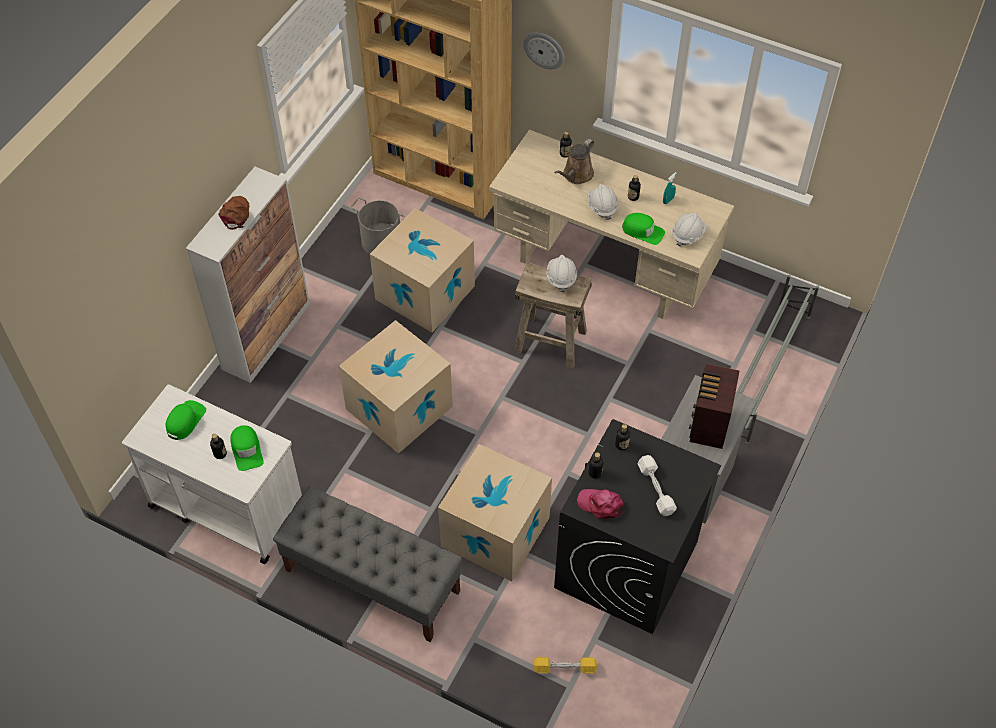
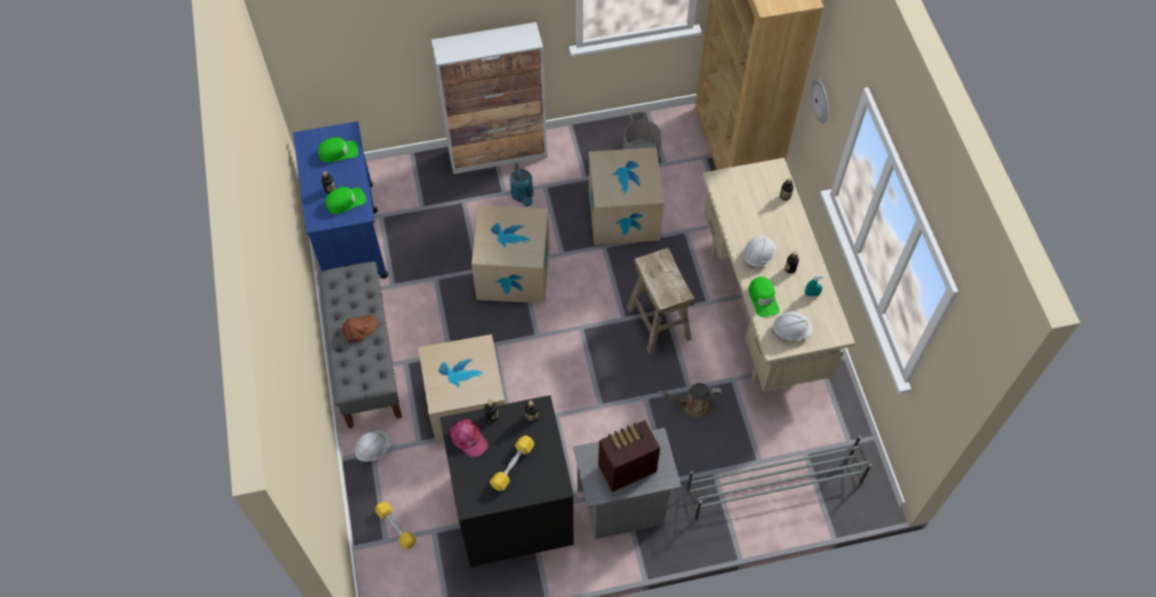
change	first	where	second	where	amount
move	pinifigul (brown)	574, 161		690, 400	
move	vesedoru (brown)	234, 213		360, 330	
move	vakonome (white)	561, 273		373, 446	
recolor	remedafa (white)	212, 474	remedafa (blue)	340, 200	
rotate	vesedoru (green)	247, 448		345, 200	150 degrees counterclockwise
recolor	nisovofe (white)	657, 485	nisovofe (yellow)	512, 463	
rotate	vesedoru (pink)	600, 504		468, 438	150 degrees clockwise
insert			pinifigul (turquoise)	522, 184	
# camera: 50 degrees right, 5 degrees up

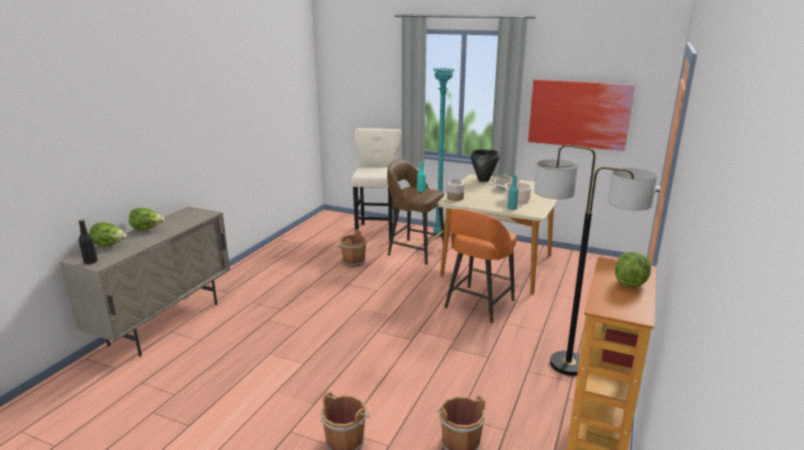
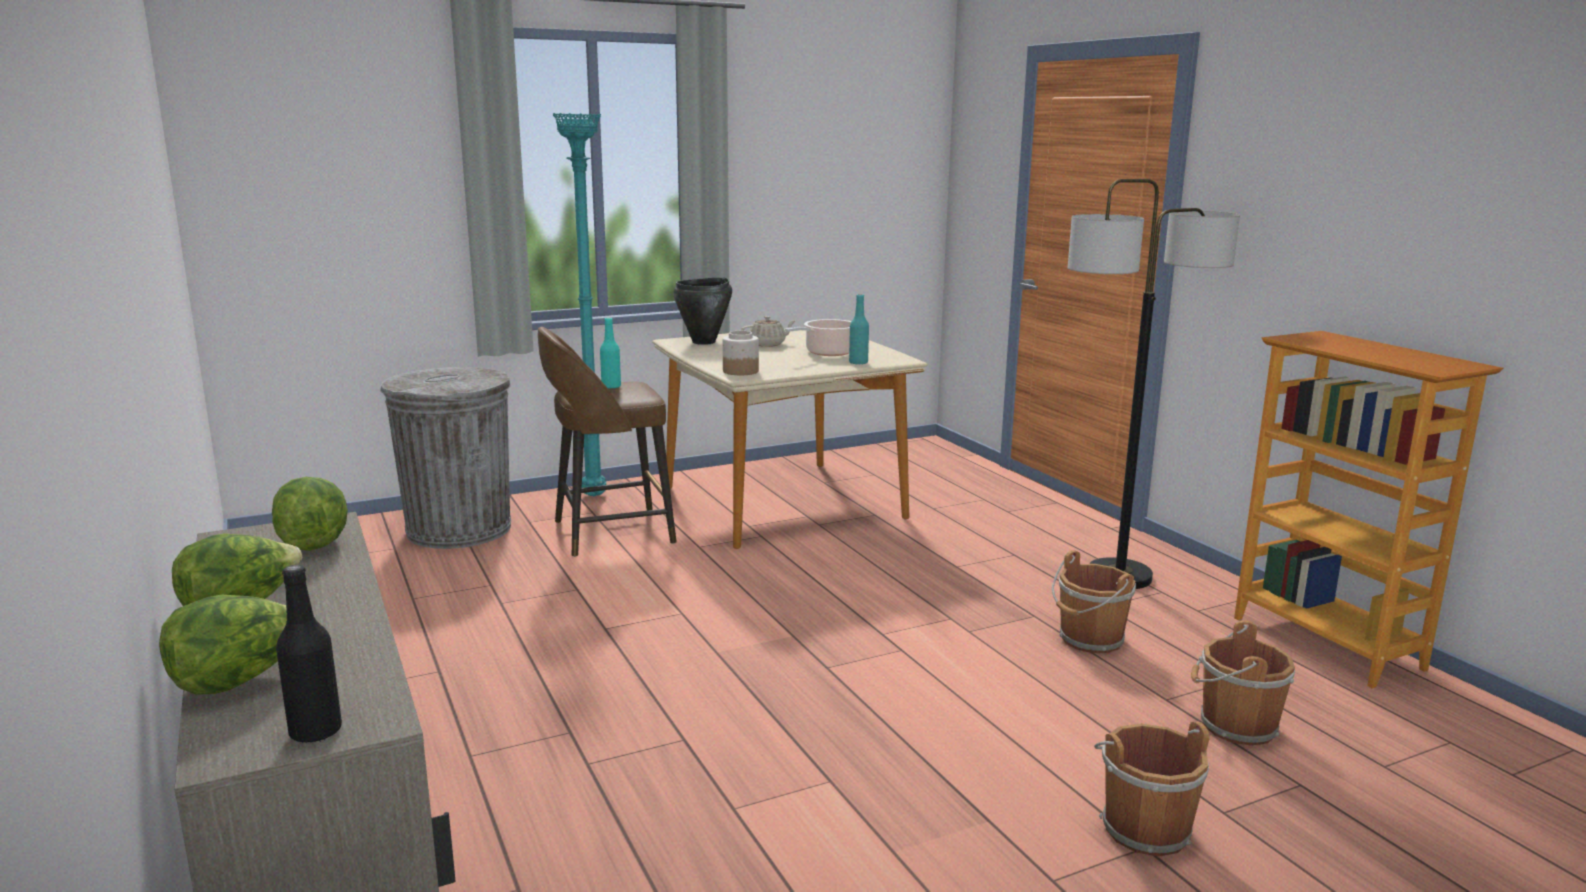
change	first	where	second	where	amount
delete	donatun	581, 115			
replace	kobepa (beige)	376, 185	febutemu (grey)	445, 458	
delete	kobepa (orange)	480, 266			
move	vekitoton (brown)	352, 248		1094, 601	
move	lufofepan	633, 269		310, 514	
# camera: 50 degrees left, 5 degrees down

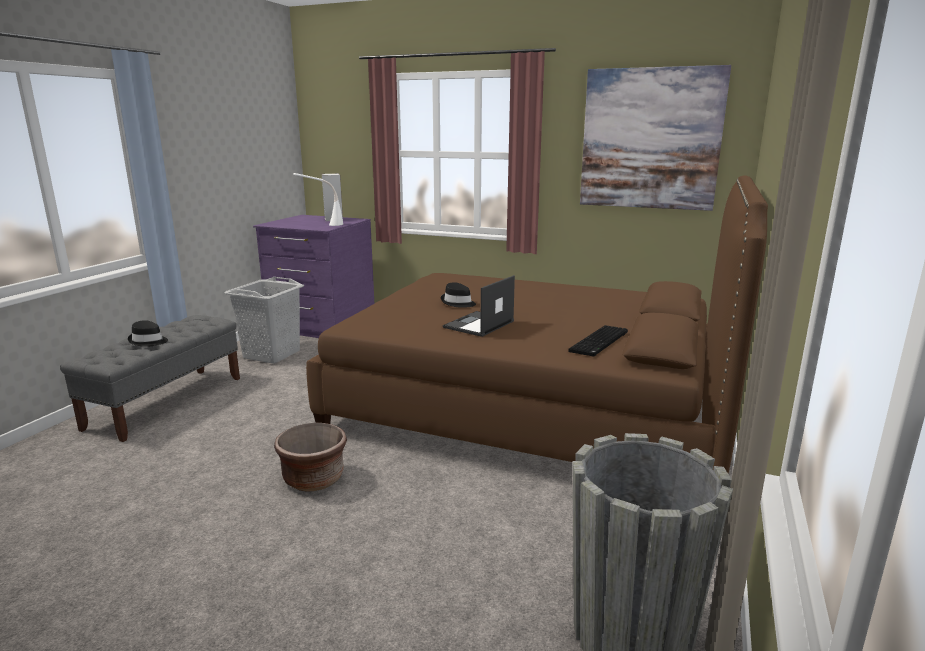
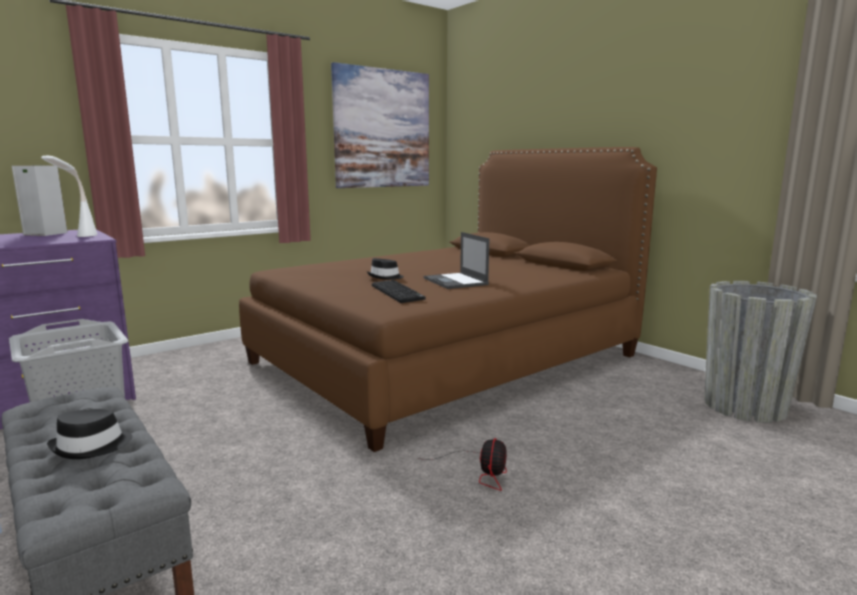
change	first	where	second	where	amount
move	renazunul	598, 341		398, 291	
replace	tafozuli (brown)	310, 457	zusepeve	462, 464	
# camera: 60 degrees left, 5 degrees down

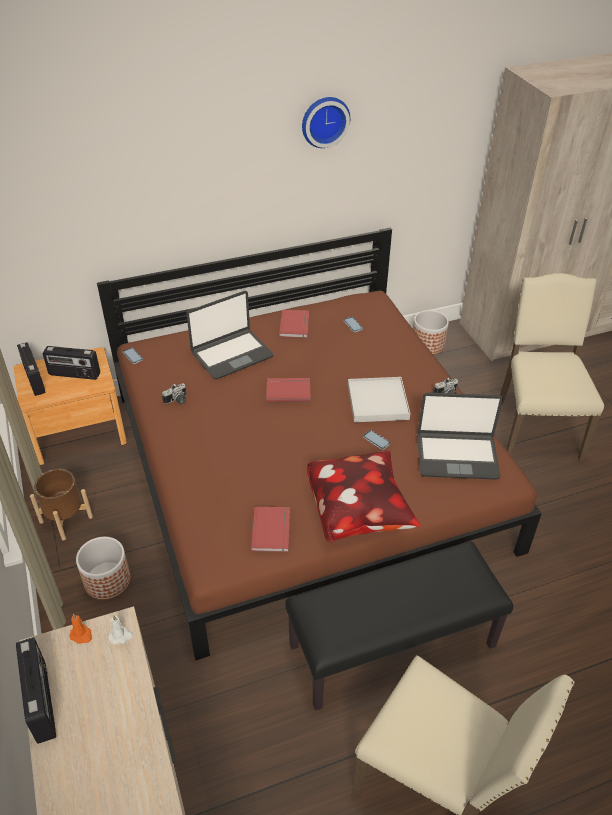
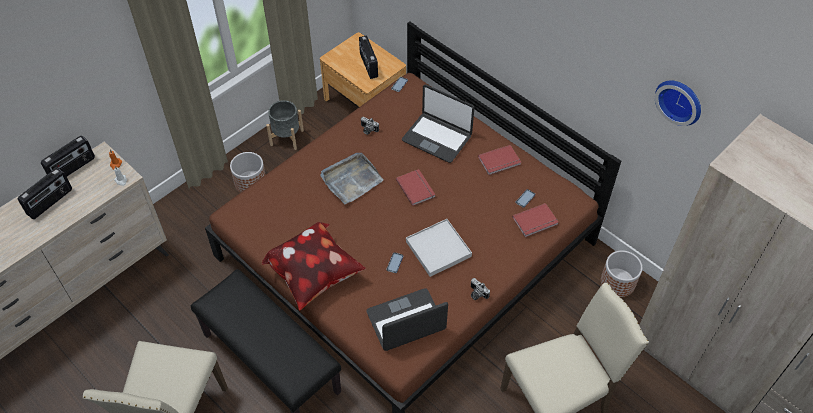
change	first	where	second	where	amount
move	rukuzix	326, 122		678, 103	
move	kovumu	31, 369		45, 193	
rotate	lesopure	460, 436		407, 319	90 degrees clockwise
recolor	tafozuli (brown)	61, 505	tafozuli (grey)	285, 125	
move	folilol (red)	270, 529		535, 220	
insert			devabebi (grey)	352, 178	
# camera: 65 degrees right, 10 degrees up

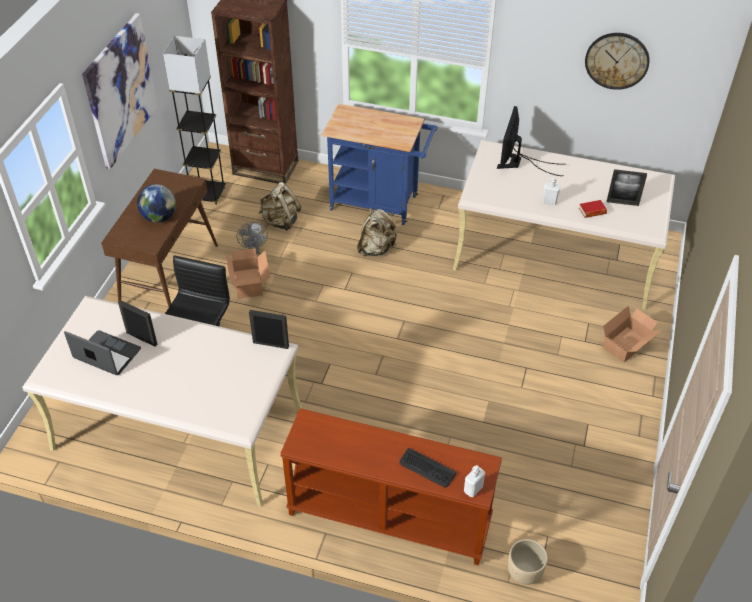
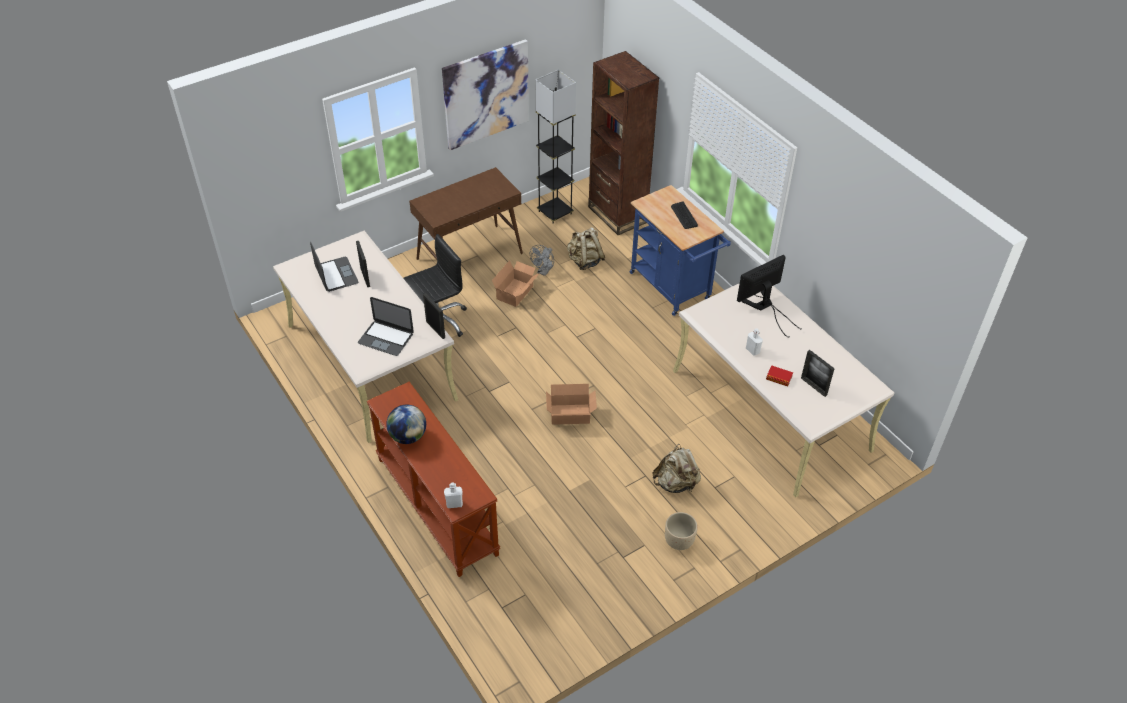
change	first	where	second	where	amount
delete	rukuzix	617, 61			
move	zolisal	156, 203		406, 424	
move	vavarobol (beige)	377, 232		676, 468	
move	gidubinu	632, 333		571, 404	
move	renazunul	427, 467		684, 215	
move	tafozuli (beige)	528, 562		681, 531	
insert			lesopure	386, 326	
# camera: 40 degrees right, 0 degrees up

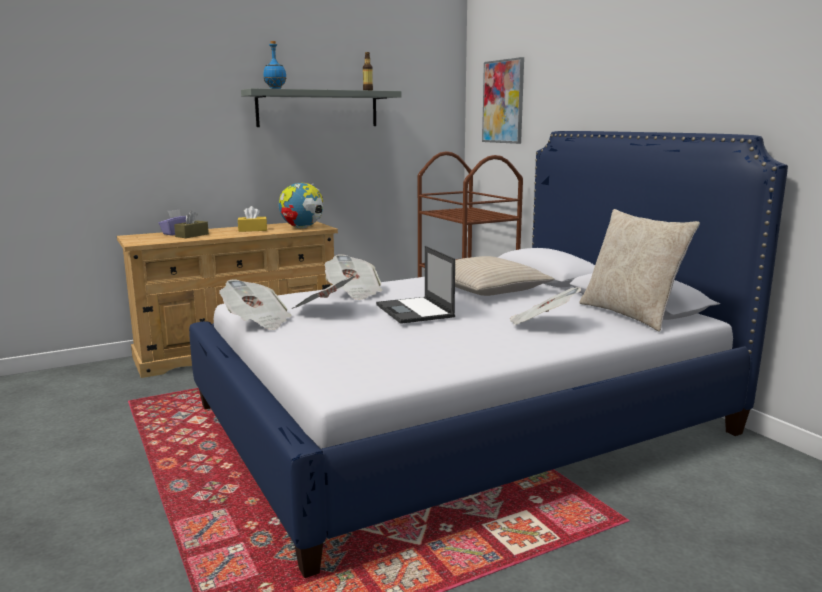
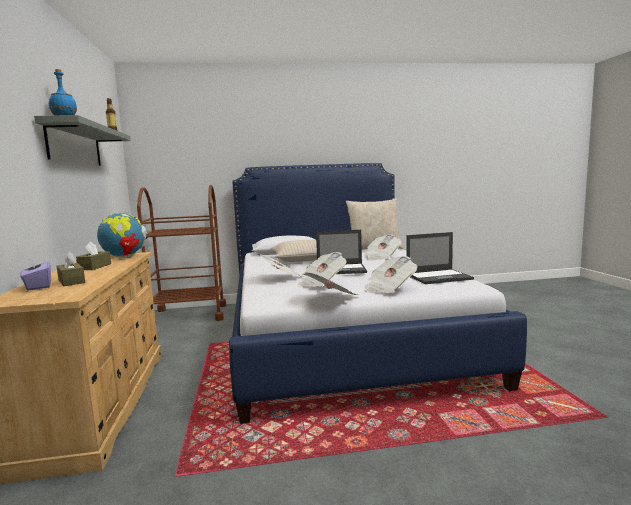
change	first	where	second	where	amount
delete	donatun	503, 100			
recolor	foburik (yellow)	252, 219	foburik (brown)	93, 255	
insert			lesopure	440, 258	
insert			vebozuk	390, 274	
# camera: 70 degrees left, 5 degrees down

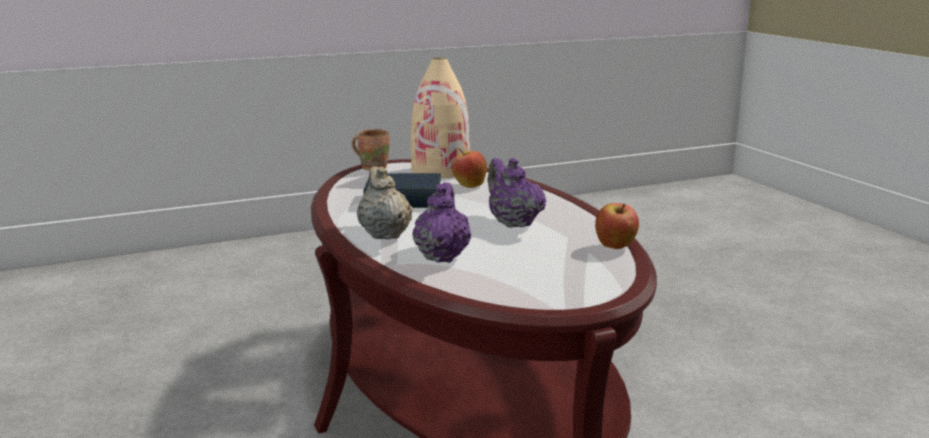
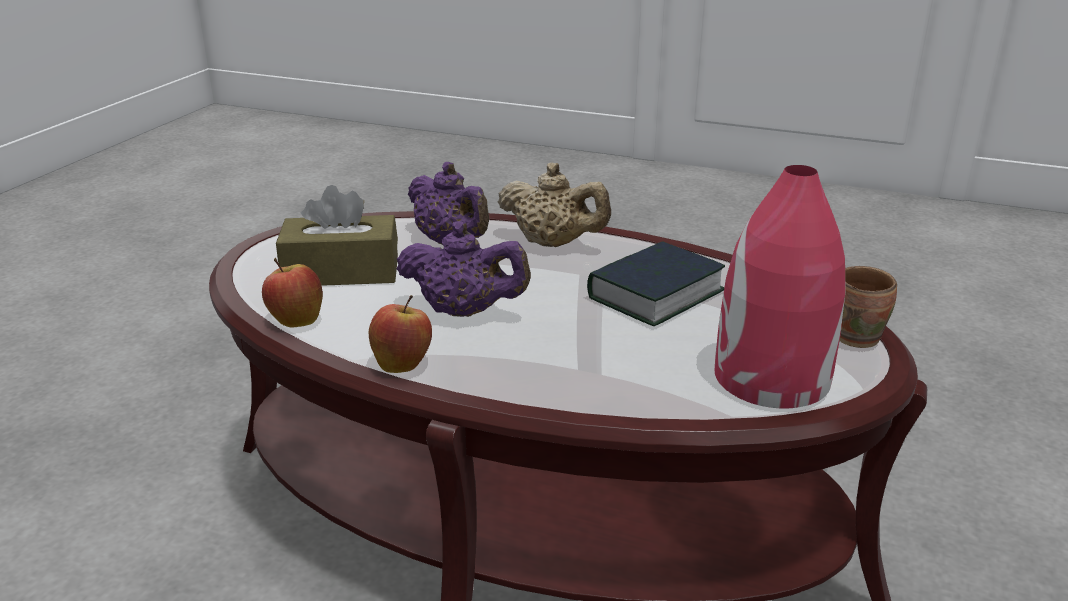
change	first	where	second	where	amount
recolor	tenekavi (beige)	440, 118	tenekavi (red)	780, 287	
move	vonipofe	469, 168		400, 334	
insert			foburik (brown)	337, 235	
# camera: 135 degrees right, 10 degrees up

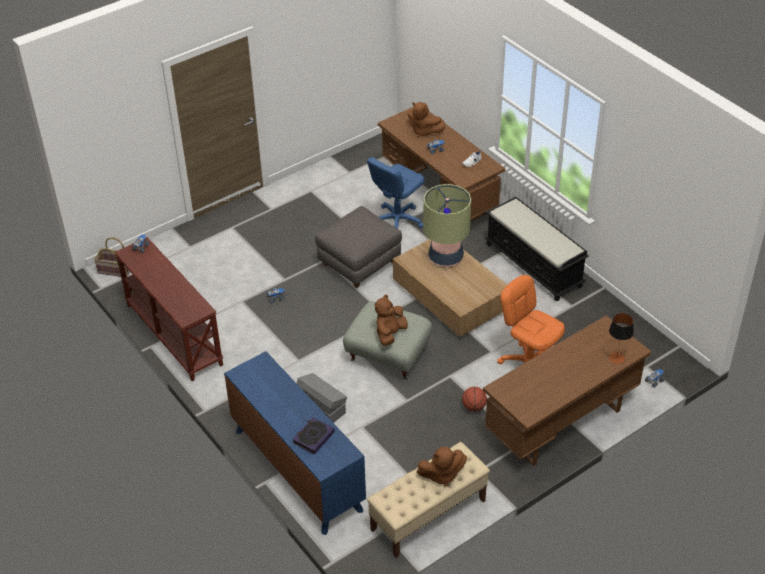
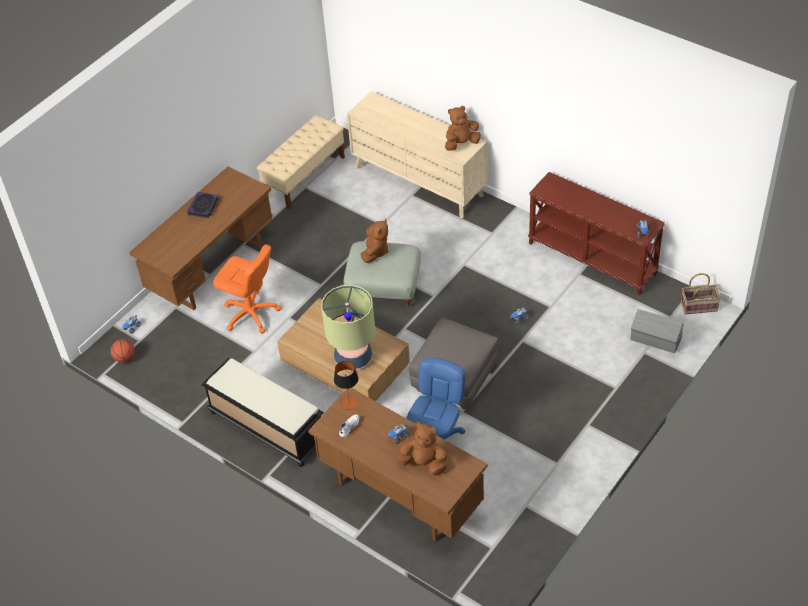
change	first	where	second	where	amount
move	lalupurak	621, 338		346, 385	
recolor	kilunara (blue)	295, 443	kilunara (beige)	417, 154	
move	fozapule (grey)	322, 398		656, 331	
move	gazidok	474, 399		123, 351	
move	folilol	313, 435		203, 205	
move	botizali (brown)	442, 467		463, 128	
# camera: 165 degrees right, 5 degrees up

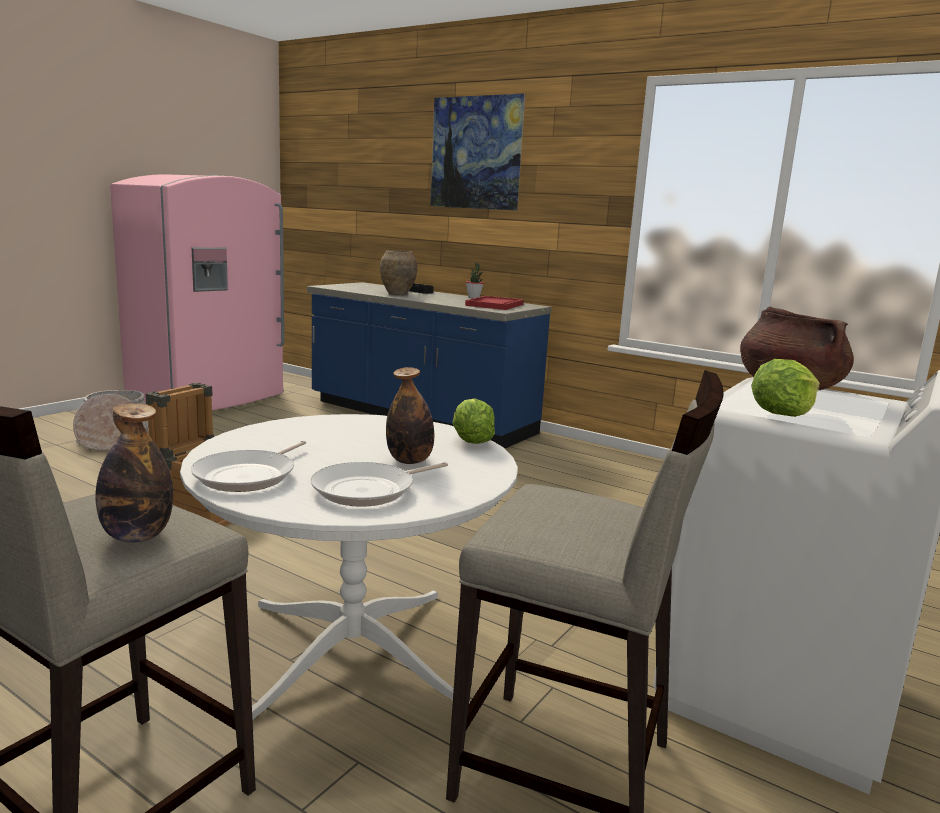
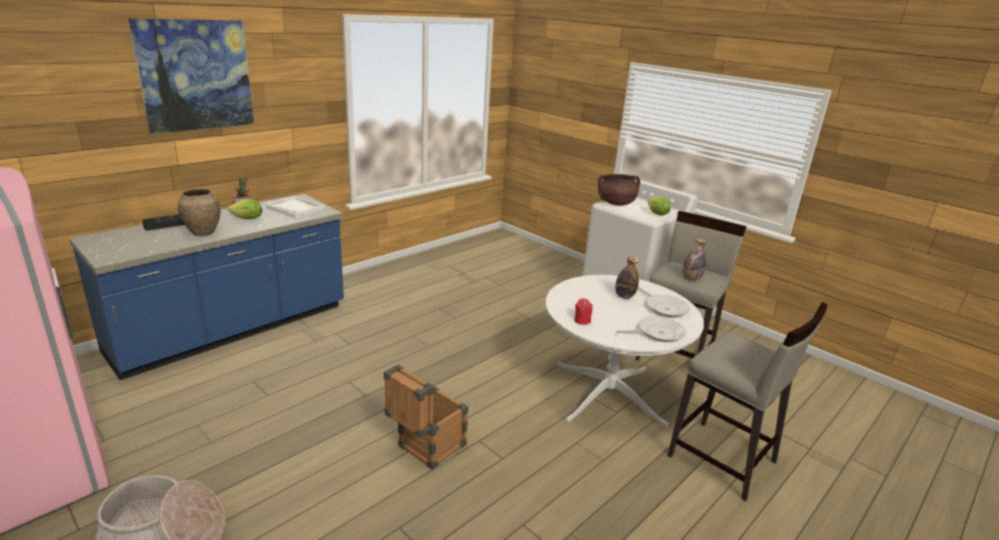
change	first	where	second	where	amount
recolor	devabebi (red)	494, 303	devabebi (white)	294, 207	
move	lufofepan	473, 421		245, 209	
move	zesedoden	134, 473		695, 259	
rotate	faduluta	248, 466		651, 329	45 degrees counterclockwise
insert			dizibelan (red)	583, 311	
# camera: 80 degrees left, 10 degrees up

